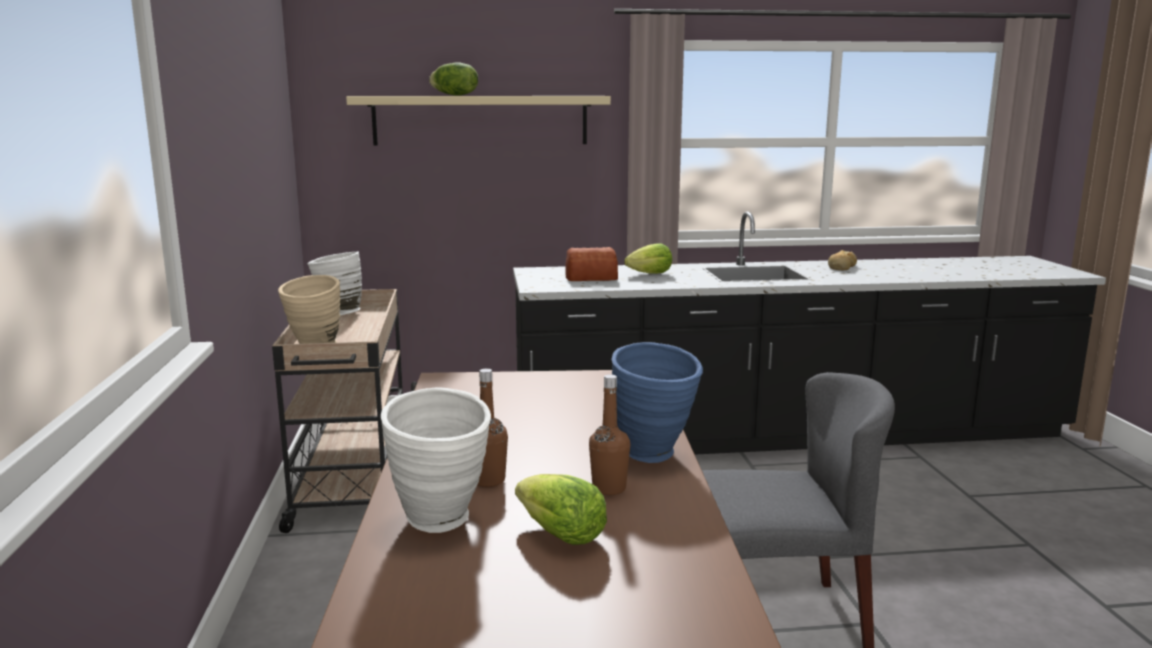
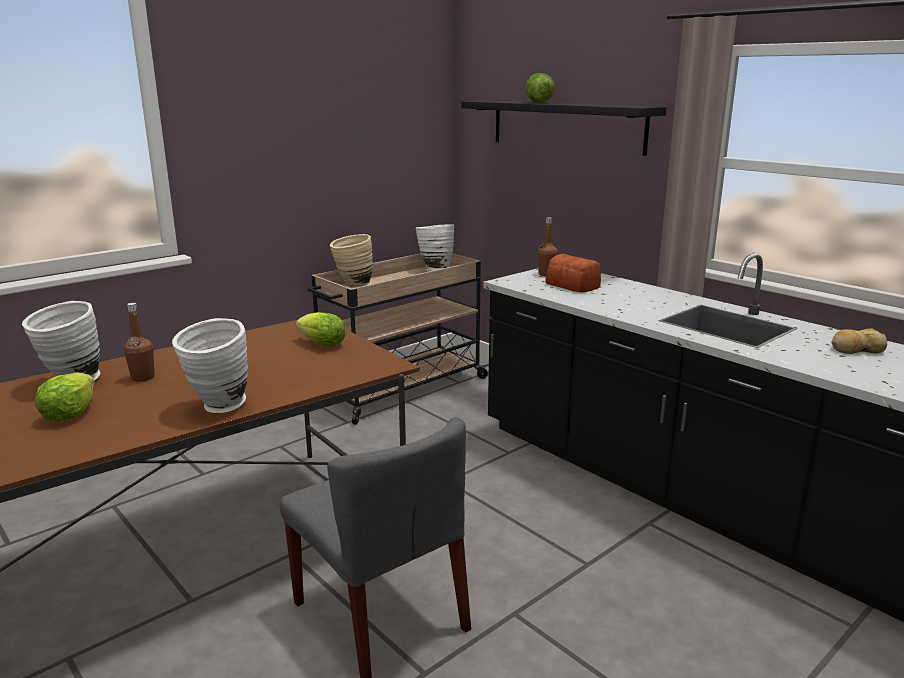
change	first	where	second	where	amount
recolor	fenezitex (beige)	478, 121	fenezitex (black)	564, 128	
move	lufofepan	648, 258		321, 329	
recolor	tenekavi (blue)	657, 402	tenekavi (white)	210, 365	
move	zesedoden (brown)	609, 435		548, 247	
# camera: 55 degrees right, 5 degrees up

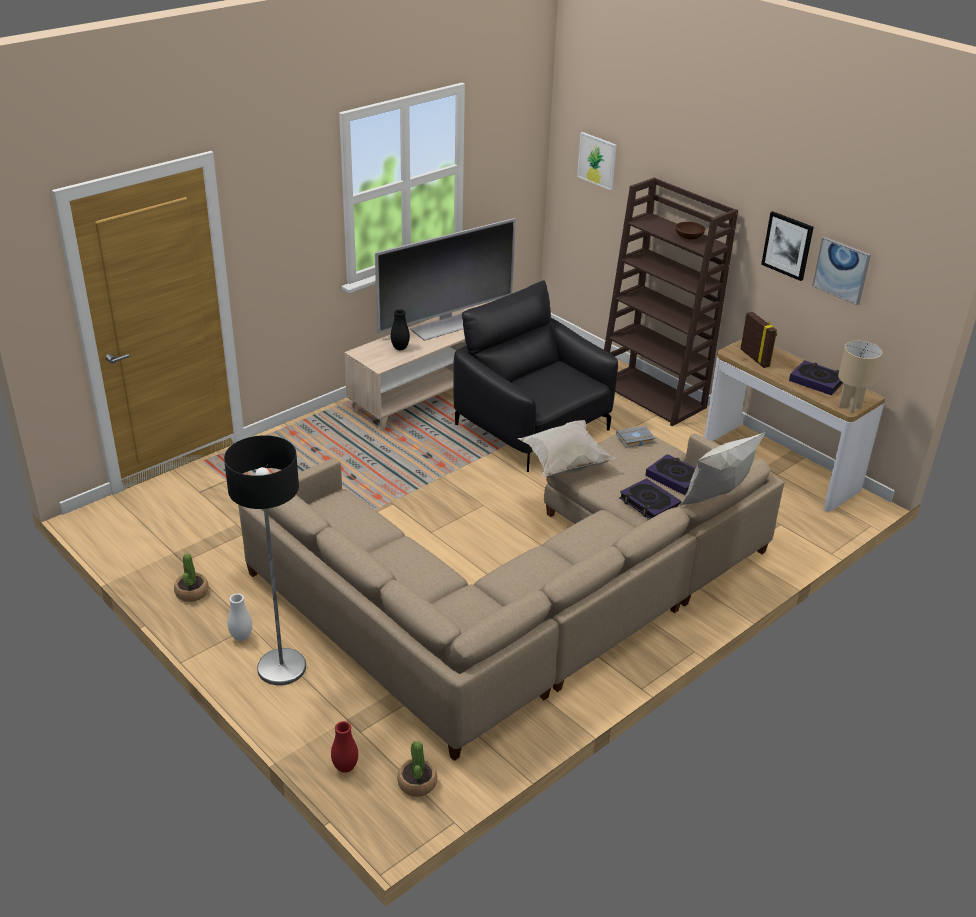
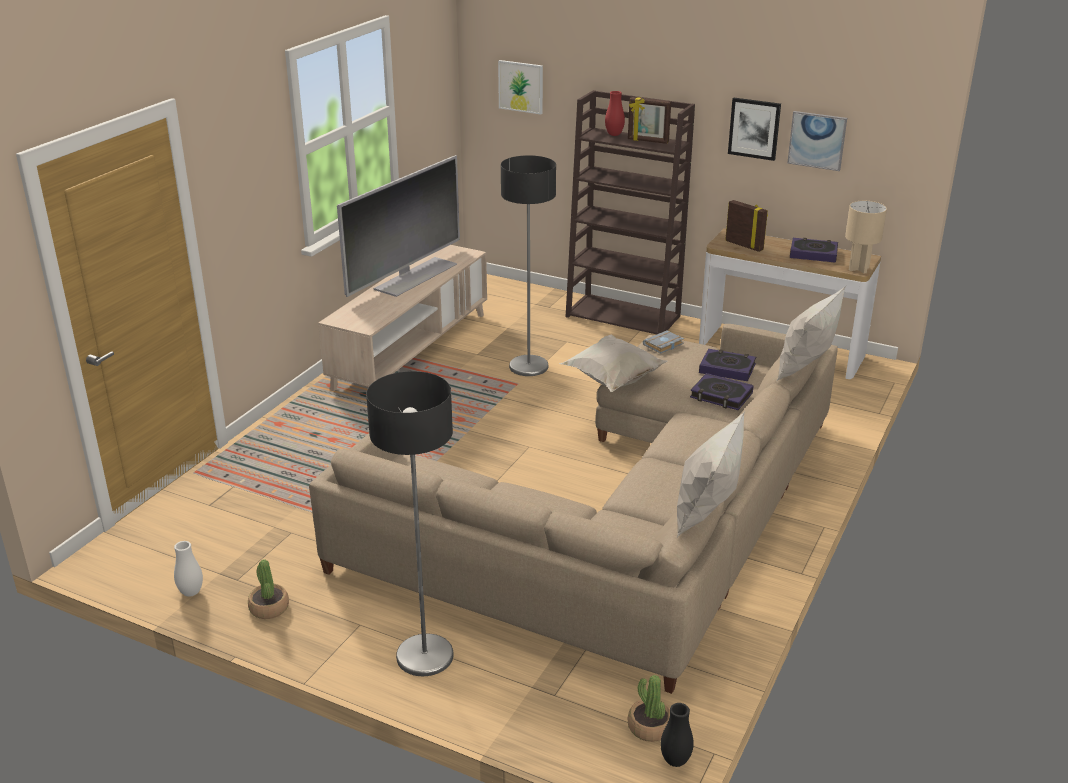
change	first	where	second	where	amount
replace	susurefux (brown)	690, 231	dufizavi	649, 120	
replace	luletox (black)	536, 376	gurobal	528, 265	
move	tenekavi (black)	400, 329		677, 735	
move	tenekavi (white)	240, 617		188, 569	
move	tenekavi (red)	344, 747		615, 113	
insert			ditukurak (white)	710, 475	
# camera: 20 degrees left, 5 degrees down

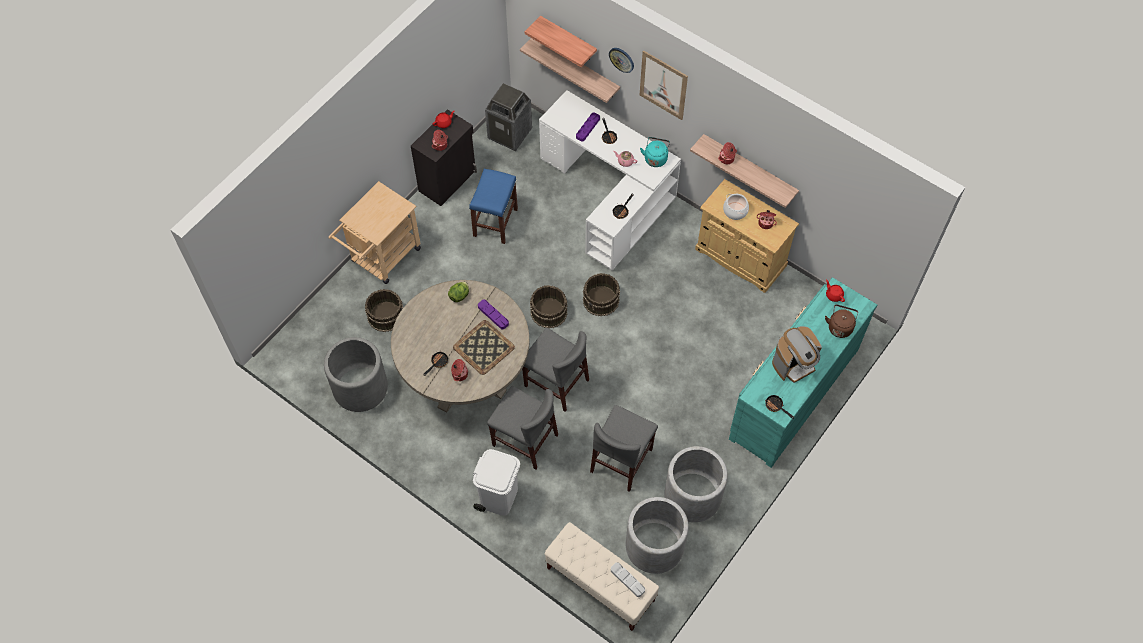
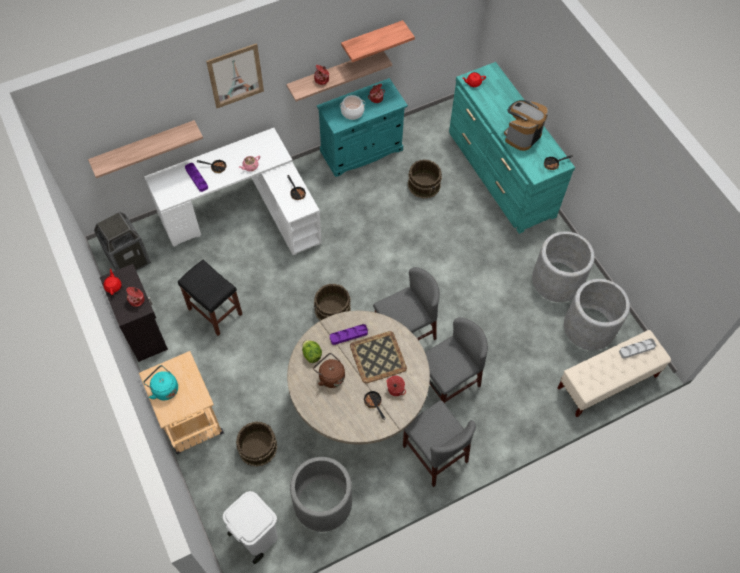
change	first	where	second	where	amount
move	fenezitex	560, 41		378, 41	
delete	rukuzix	621, 60			
move	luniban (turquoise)	655, 152		160, 382	
recolor	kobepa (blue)	493, 206	kobepa (black)	210, 297	
recolor	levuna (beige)	747, 236	levuna (turquoise)	362, 127	
move	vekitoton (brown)	601, 295		425, 179	
move	luniban (brown)	841, 321		329, 370	
rotate	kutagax	797, 354		526, 125	135 degrees counterclockwise
move	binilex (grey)	624, 448		439, 443	
move	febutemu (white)	496, 482		250, 527	
# camera: 65 degrees left, 0 degrees up

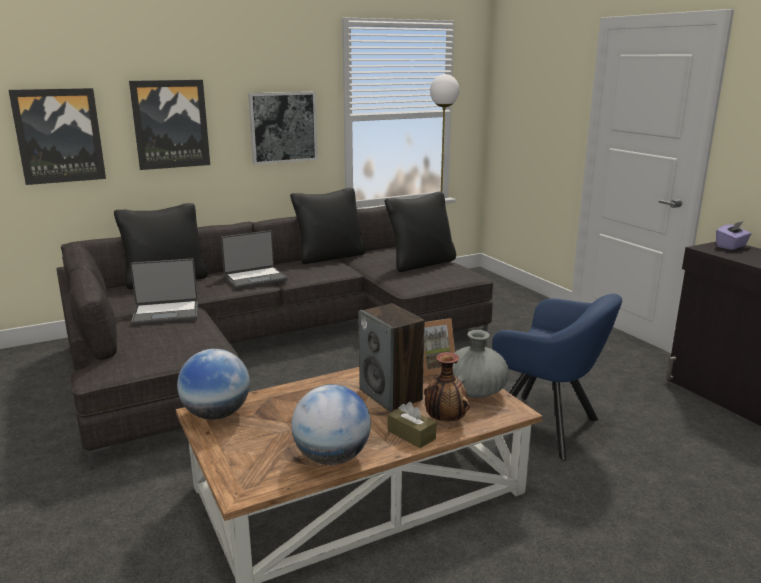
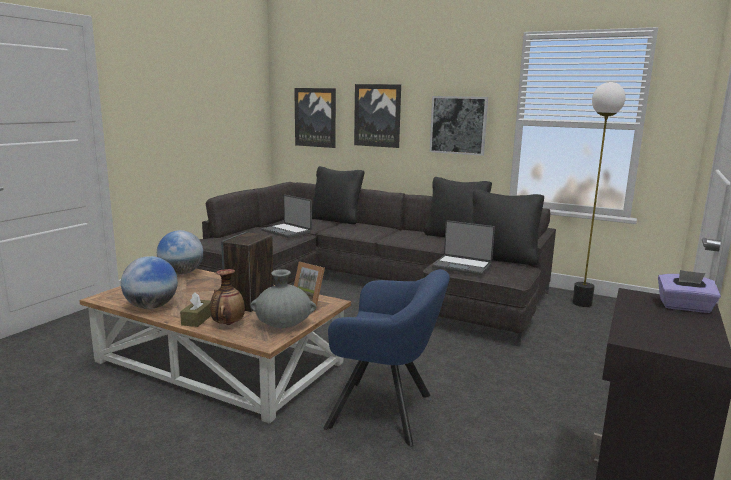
change	first	where	second	where	amount
move	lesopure	254, 259		463, 247	
rotate	luletox (blue)	557, 377		387, 357	75 degrees counterclockwise
# camera: 55 degrees right, 5 degrees down

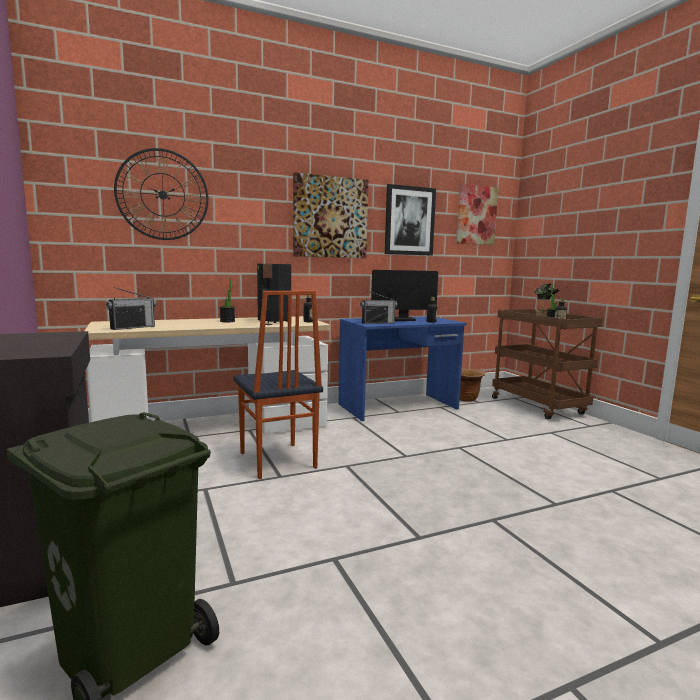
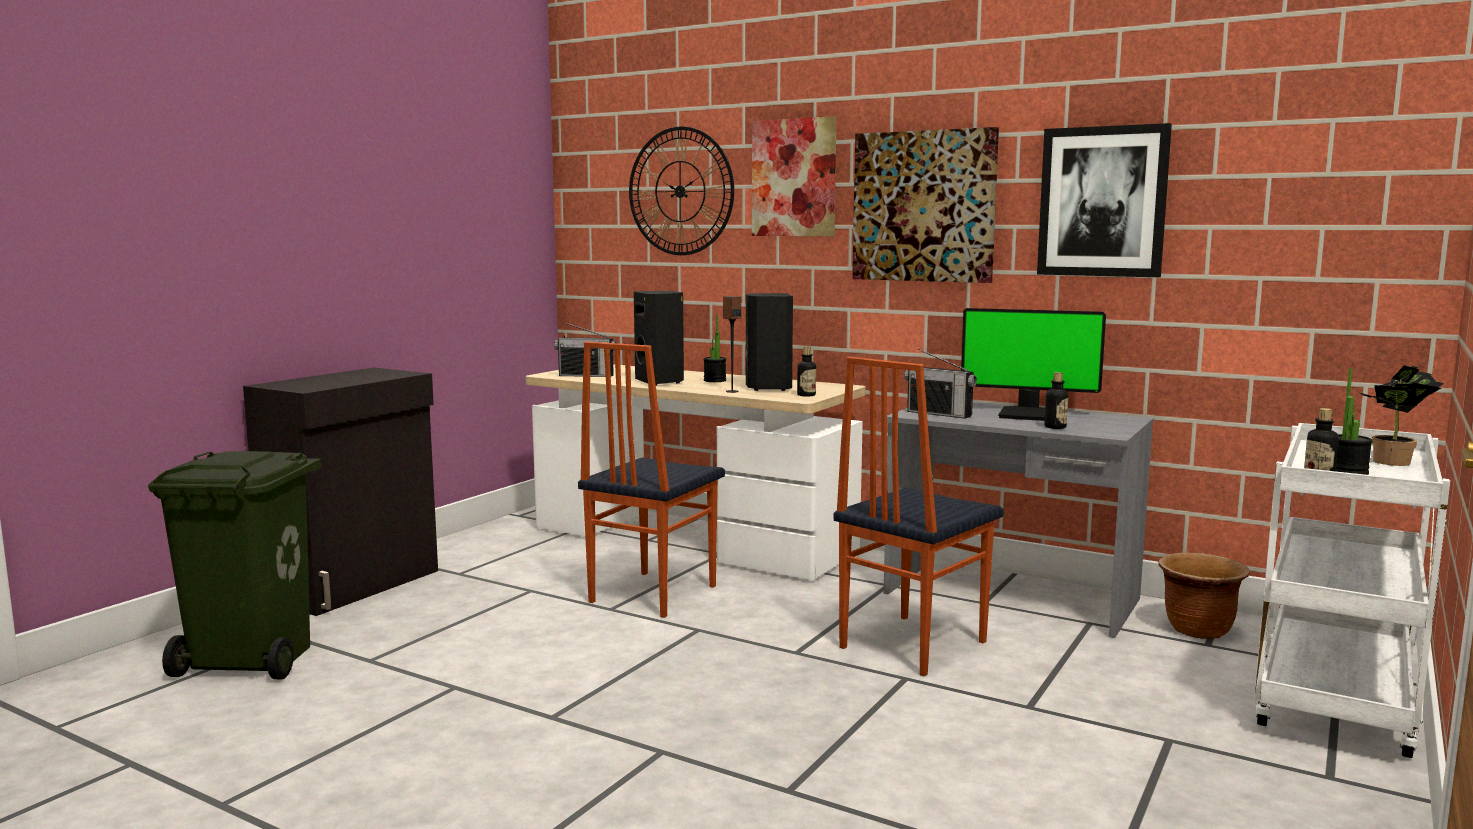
change	first	where	second	where	amount
move	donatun	477, 214		794, 176	
rotate	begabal	404, 295		1033, 364	150 degrees clockwise
recolor	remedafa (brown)	547, 364	remedafa (white)	1352, 590	
recolor	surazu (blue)	403, 368	surazu (grey)	1018, 520	
insert			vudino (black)	659, 338	
insert			binilex	918, 516	
# camera: 55 degrees right, 0 degrees up

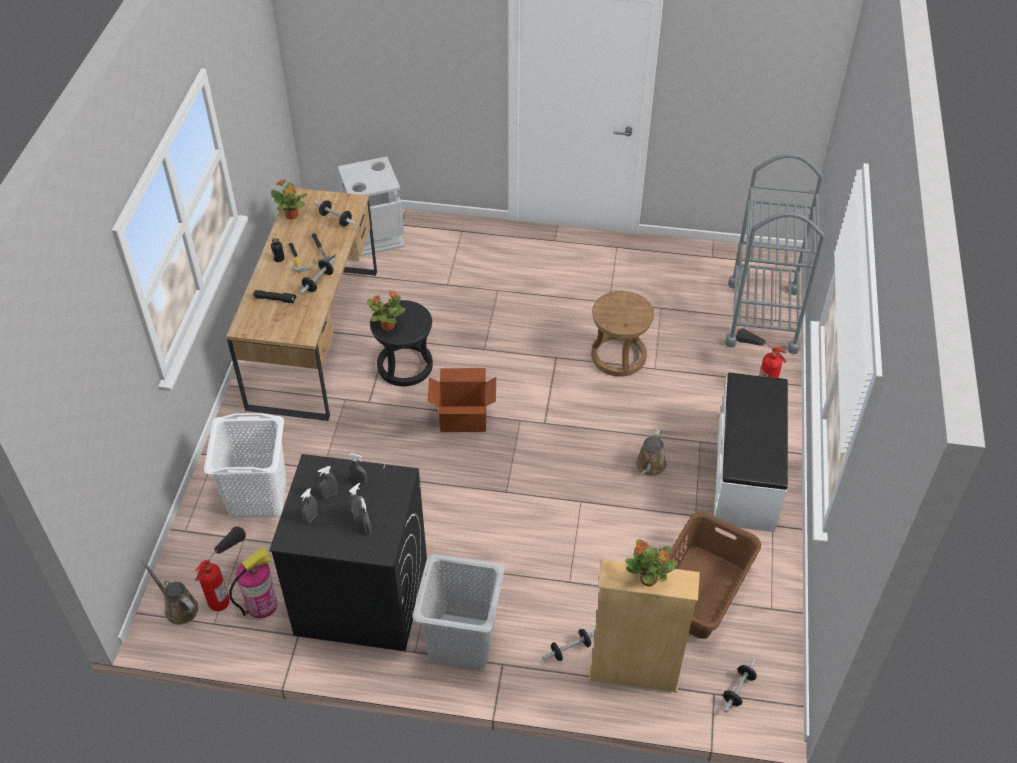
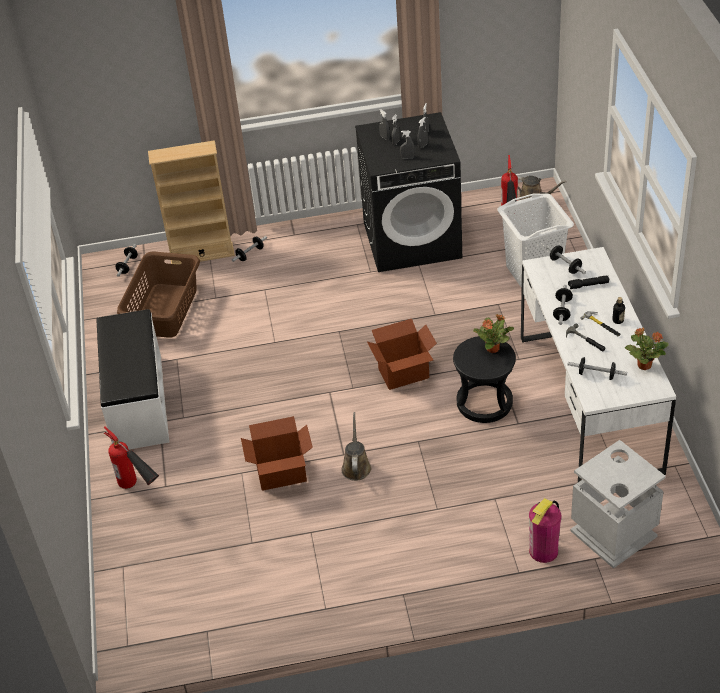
change	first	where	second	where	amount
delete	remedafa (grey)	775, 253			
recolor	surazu (brown)	301, 304	surazu (white)	598, 364	
replace	kobepa (brown)	622, 334	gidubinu	277, 453	
move	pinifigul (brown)	651, 452		356, 446	
delete	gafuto	651, 563			
move	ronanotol	253, 582		545, 530	
delete	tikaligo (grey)	458, 612			
insert			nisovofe	566, 259	
# camera: 165 degrees right, 5 degrees down

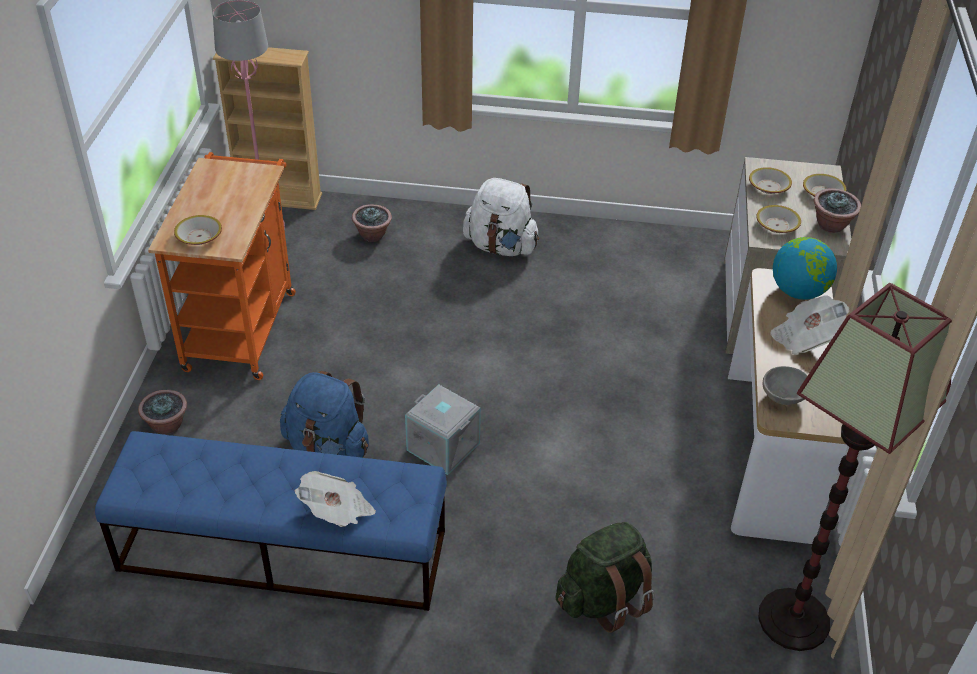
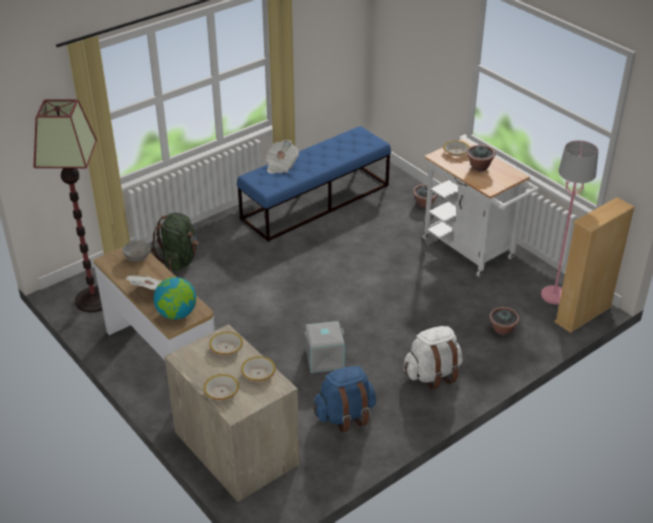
change	first	where	second	where	amount
recolor	remedafa (orange)	222, 266	remedafa (white)	480, 207	
move	gafuto	837, 210		481, 158	
move	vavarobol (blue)	324, 414		344, 399	
move	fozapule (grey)	443, 429		325, 347	
# camera: 135 degrees right, 5 degrees down

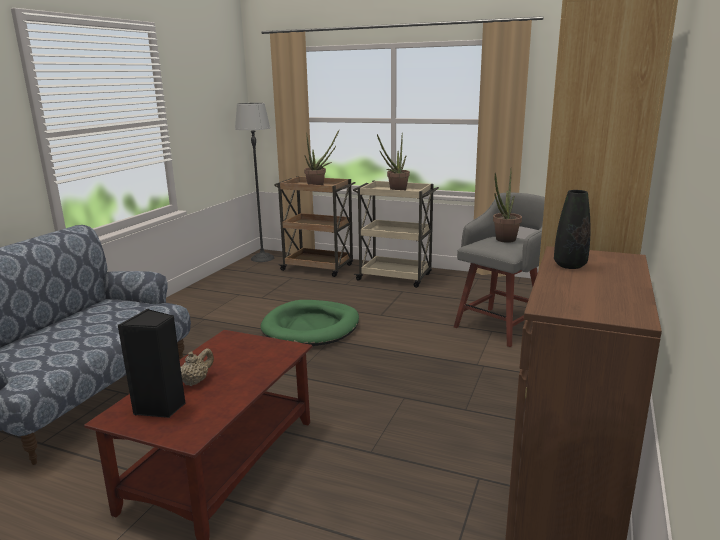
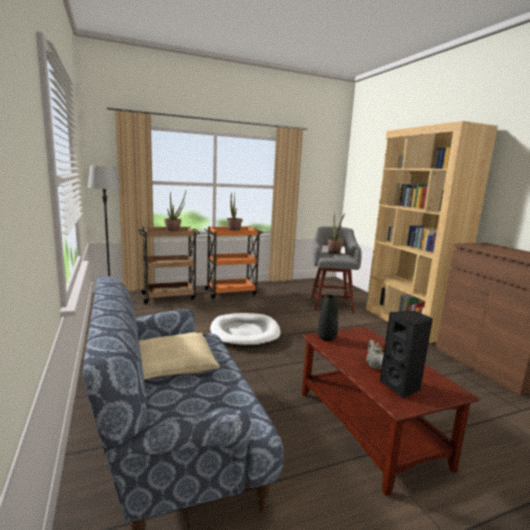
change	first	where	second	where	amount
recolor	remedafa (beige)	396, 234	remedafa (orange)	233, 262	
move	tenekavi (black)	572, 229		328, 318	
recolor	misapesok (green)	309, 323	misapesok (white)	245, 330	
insert			ditukurak (beige)	179, 356	
# camera: 45 degrees left, 5 degrees down

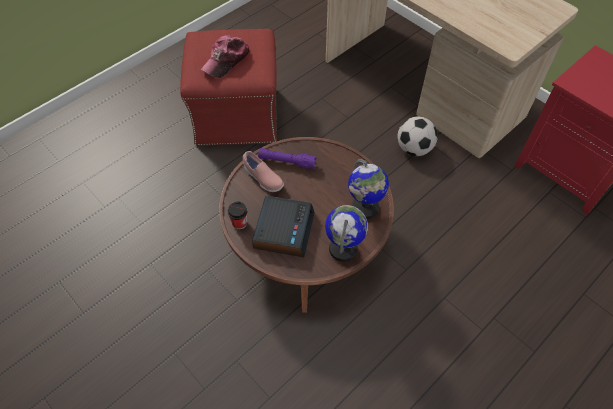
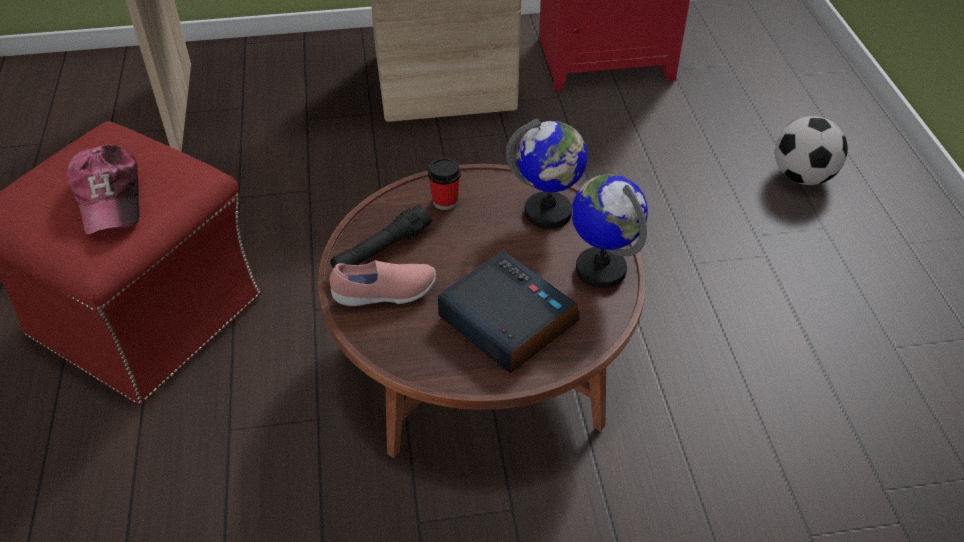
change	first	where	second	where	amount
move	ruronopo	417, 136		811, 150	
recolor	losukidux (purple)	287, 158	losukidux (black)	381, 236	
move	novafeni	237, 216		444, 183	
# camera: 55 degrees left, 10 degrees down

